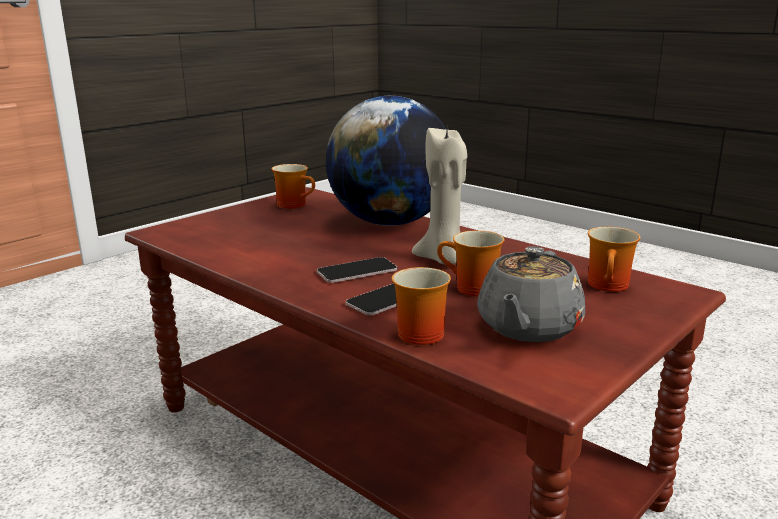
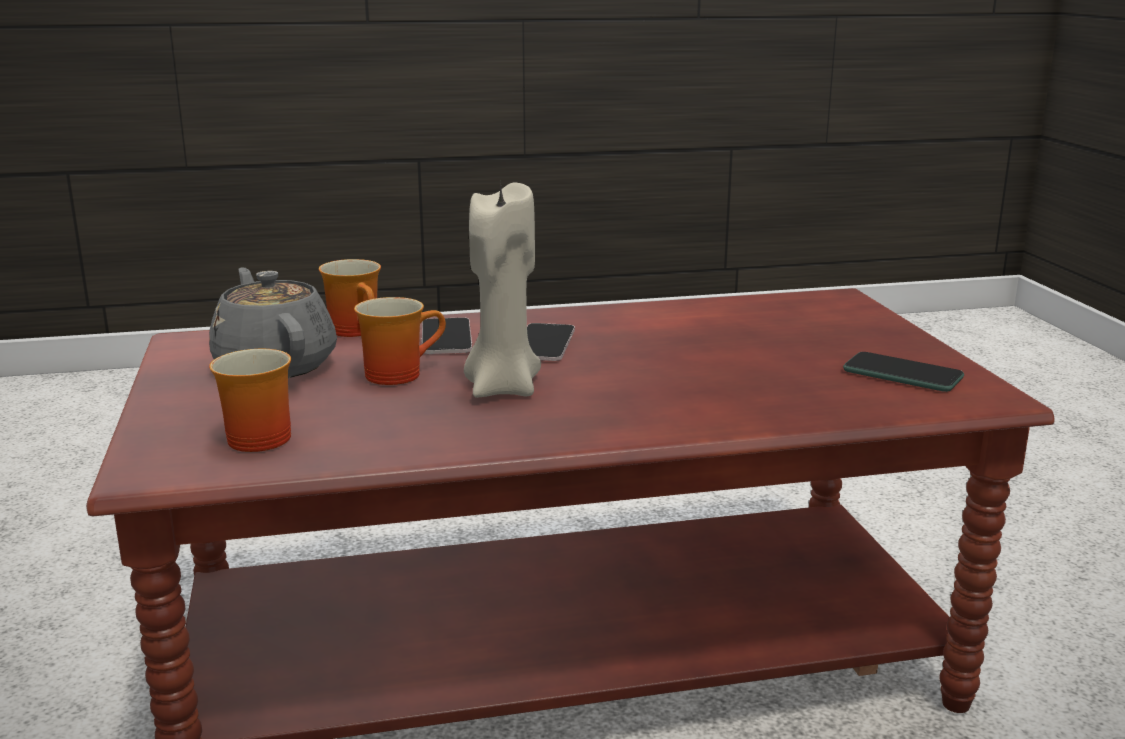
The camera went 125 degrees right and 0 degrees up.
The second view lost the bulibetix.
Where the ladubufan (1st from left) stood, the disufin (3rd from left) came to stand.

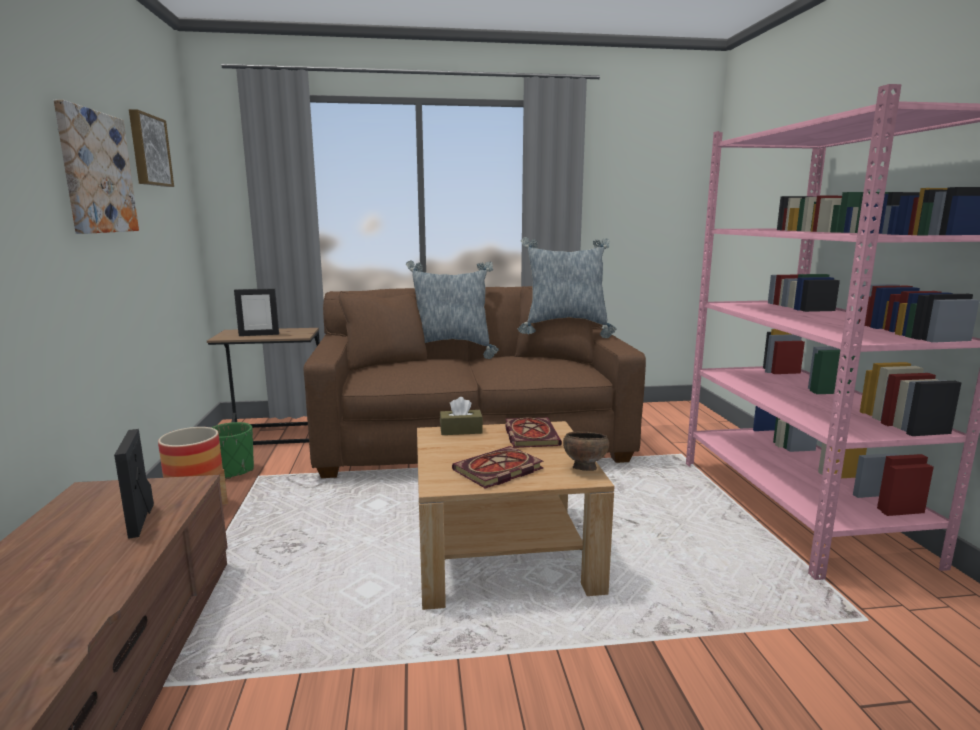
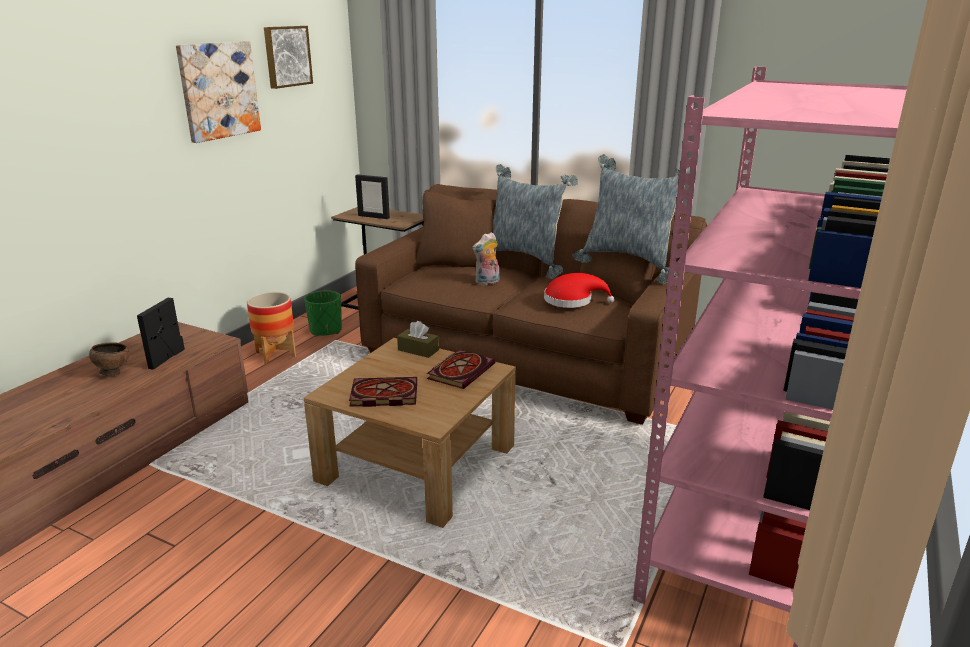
The camera went 35 degrees right and 10 degrees up.
The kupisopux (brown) ended up elsewhere.
The second view gained the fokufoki.
The second view gained the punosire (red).

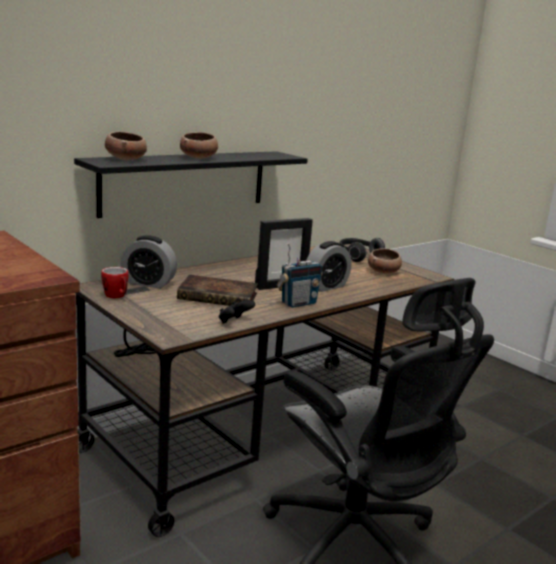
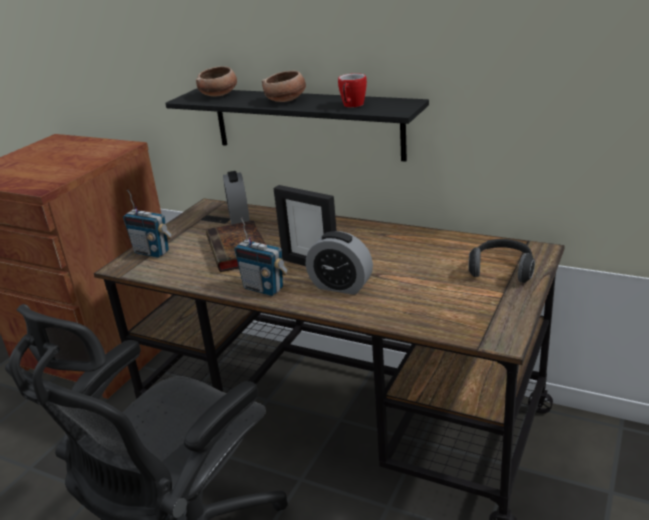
The camera went 70 degrees right and 10 degrees up.
The second view lost the kupisopux (3rd from left).
The ladubufan ended up elsewhere.
The second view lost the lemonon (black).
The second view gained the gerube (1st from left).

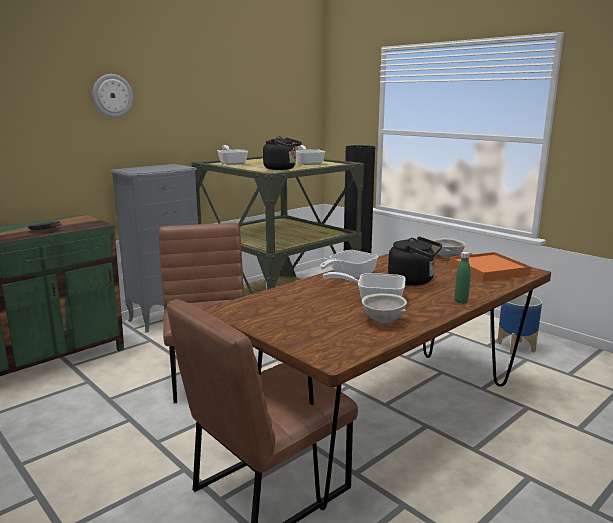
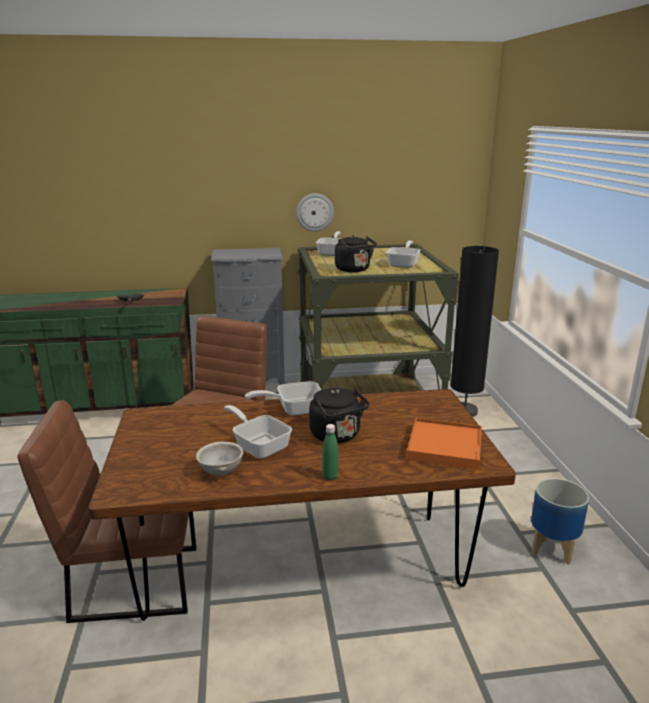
The camera went 35 degrees right and 5 degrees up.
The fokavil ended up elsewhere.
The second view lost the kupisopux (grey) (2nd from left).

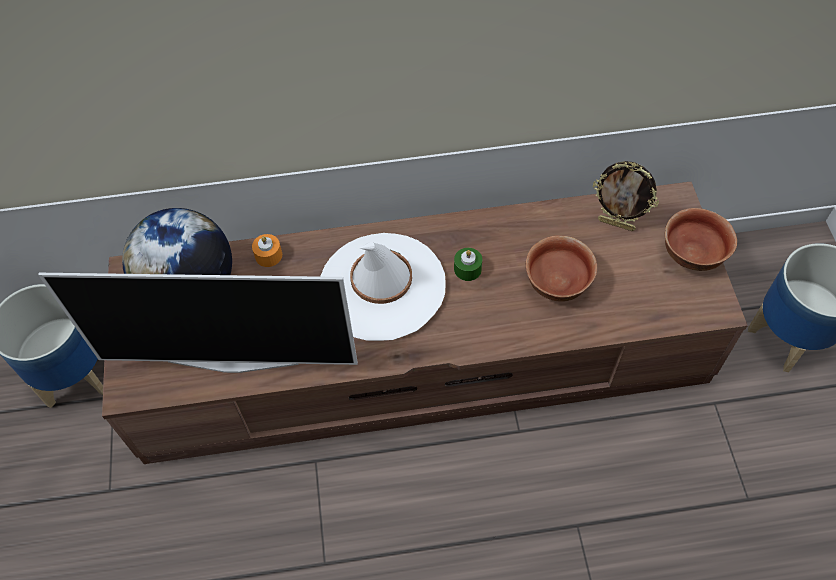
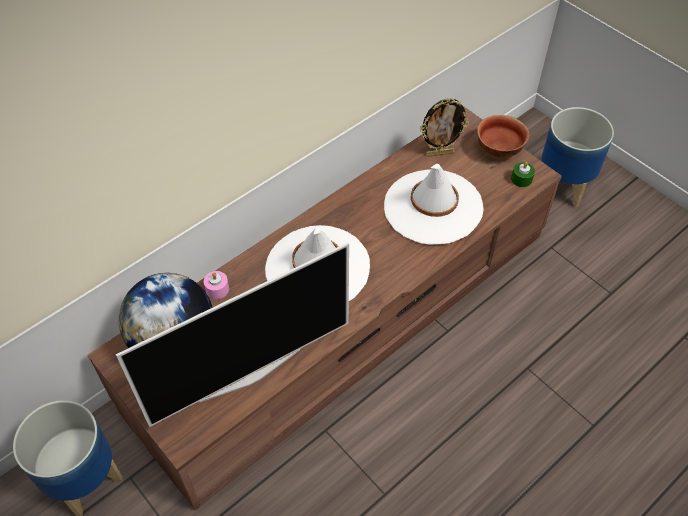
The camera went 35 degrees left and 5 degrees down.
What was the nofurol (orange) turned into the nofurol (pink).
Where the kupisopux (1st from left) stood, the punosire (white) (2nd from left) came to stand.
The nofurol (green) ended up elsewhere.

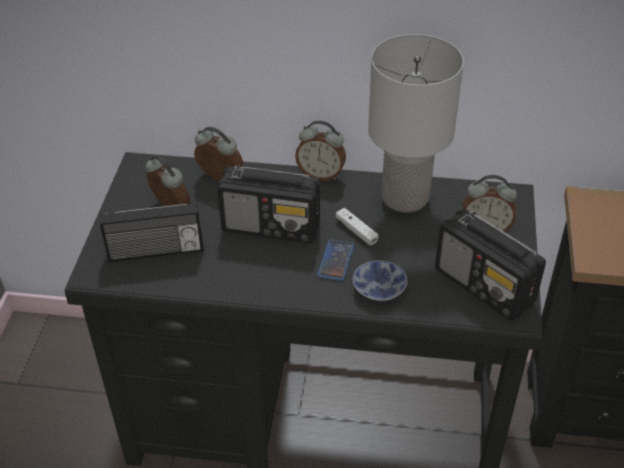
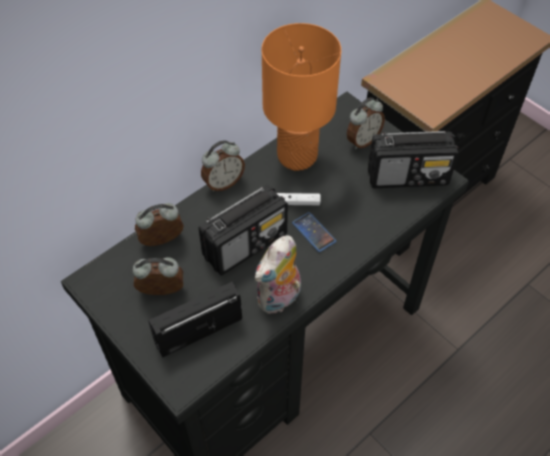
The camera went 50 degrees left and 10 degrees up.
What was the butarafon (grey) turned into the butarafon (orange).
The gerube (1st from left) ended up facing another way, 150 degrees counterclockwise from before.
The second view lost the kupisopux.
The second view gained the fokufoki.

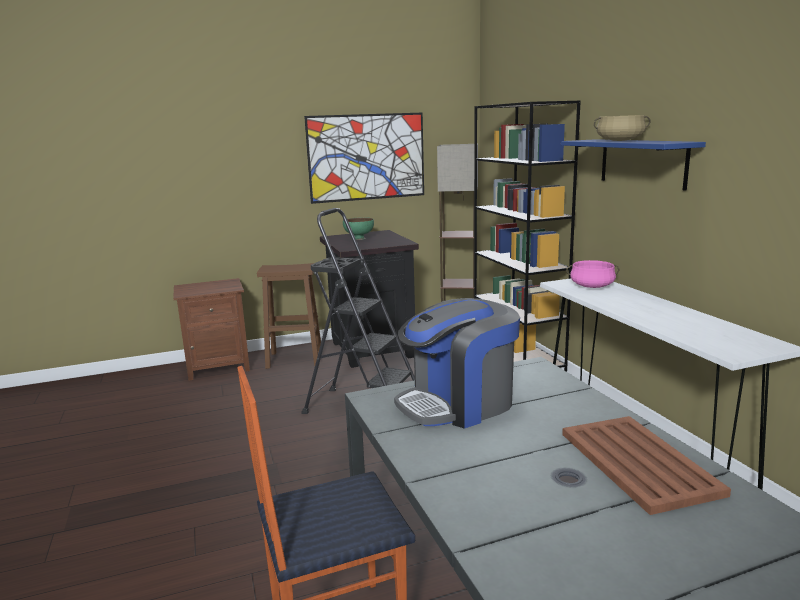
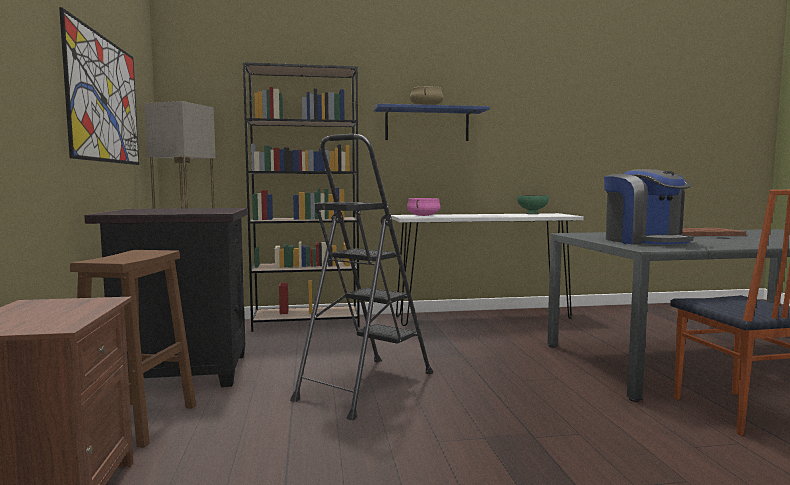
The camera went 80 degrees left and 10 degrees down.
The kupisopux (green) ended up elsewhere.

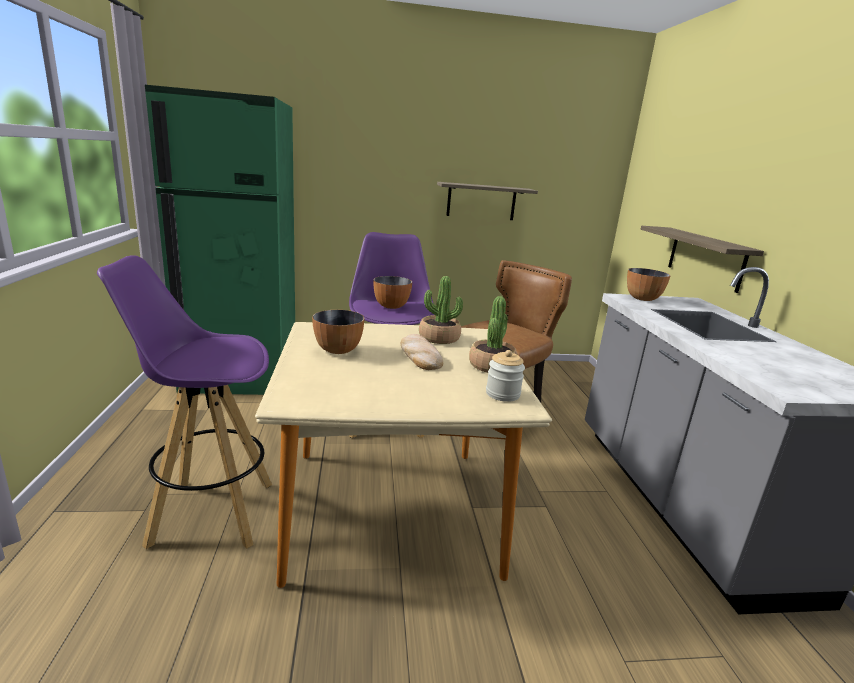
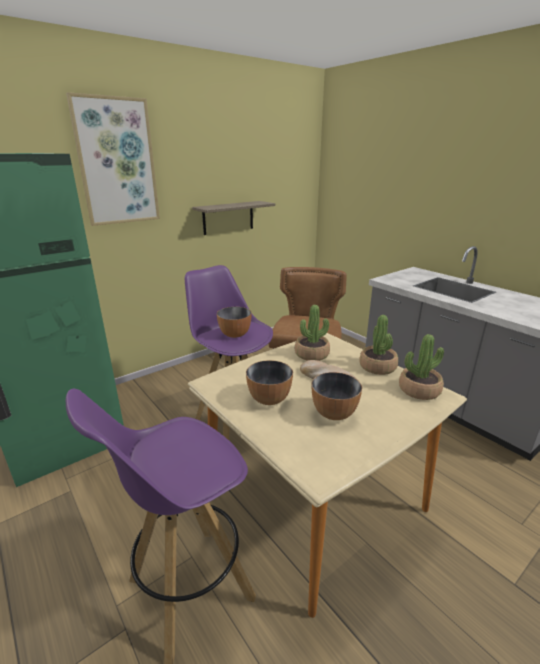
The camera went 30 degrees left and 5 degrees up.
The second view lost the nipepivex (2nd from left).
The kupisopux (3rd from left) ended up elsewhere.
Where the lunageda stood, the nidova (3rd from left) came to stand.
The second view gained the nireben.

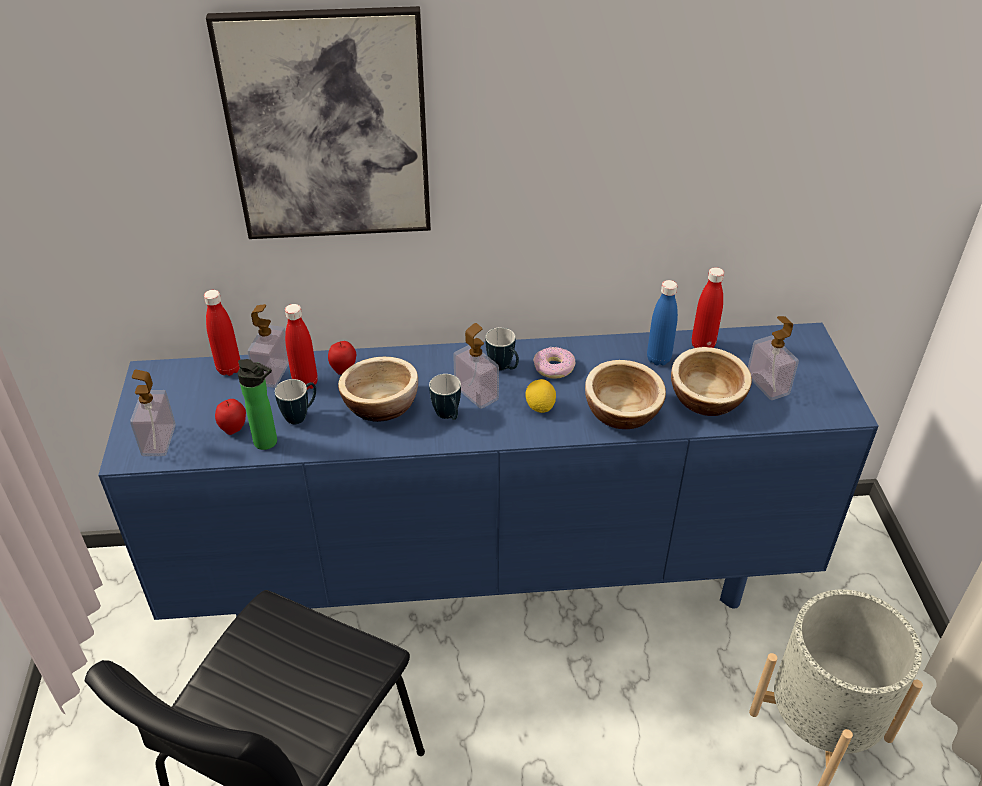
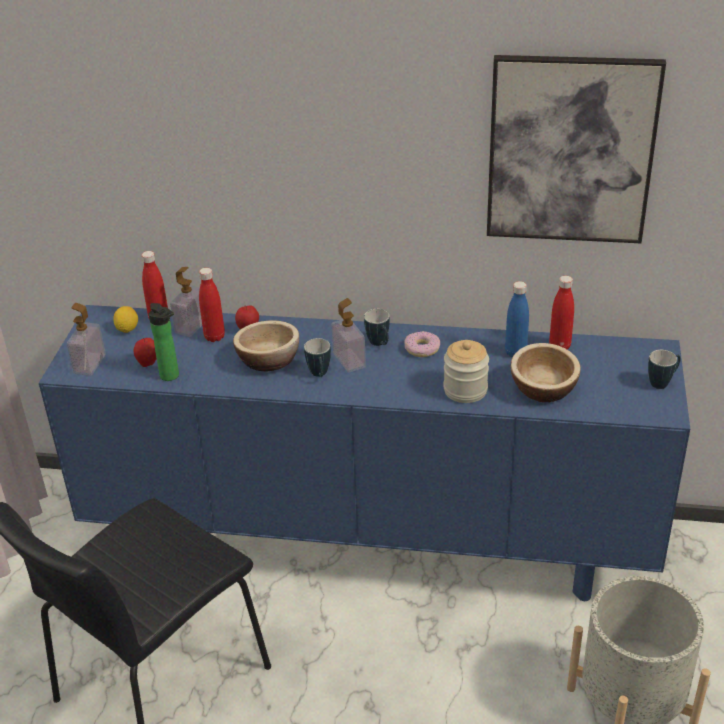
The camera went 15 degrees right and 5 degrees down.
The nireben ended up elsewhere.
The second view lost the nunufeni (4th from left).
Where the kupisopux (2nd from left) stood, the lunageda came to stand.
The ladubufan (1st from left in the first image) ended up elsewhere.
The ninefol ended up elsewhere.

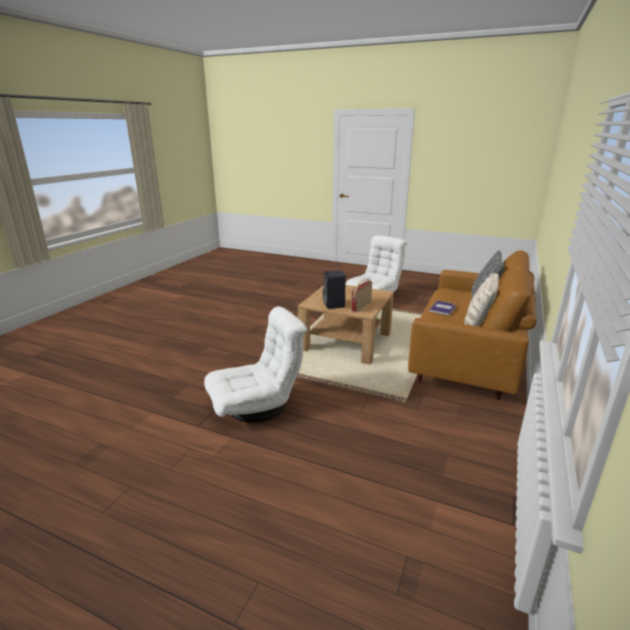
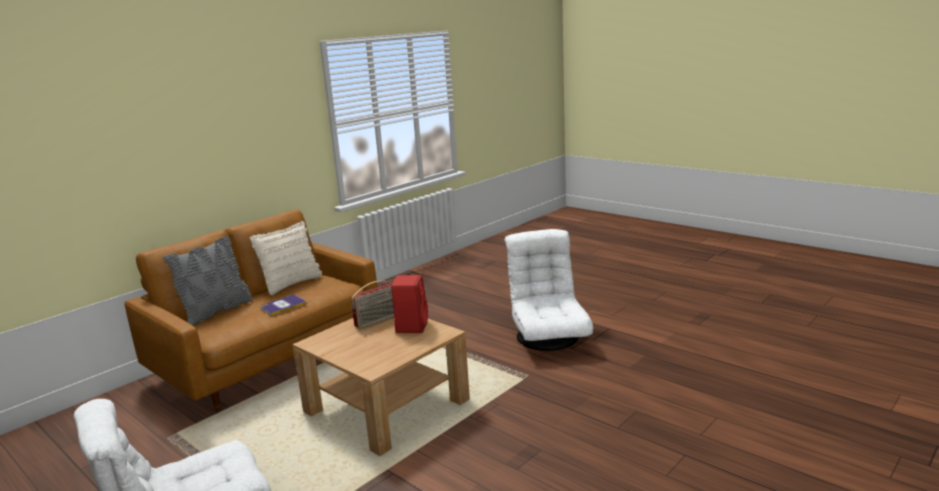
The camera went 160 degrees left and 5 degrees down.
What was the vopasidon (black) turned into the vopasidon (red).
The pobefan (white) (1st from left in the first image) ended up facing another way, 90 degrees clockwise from before.

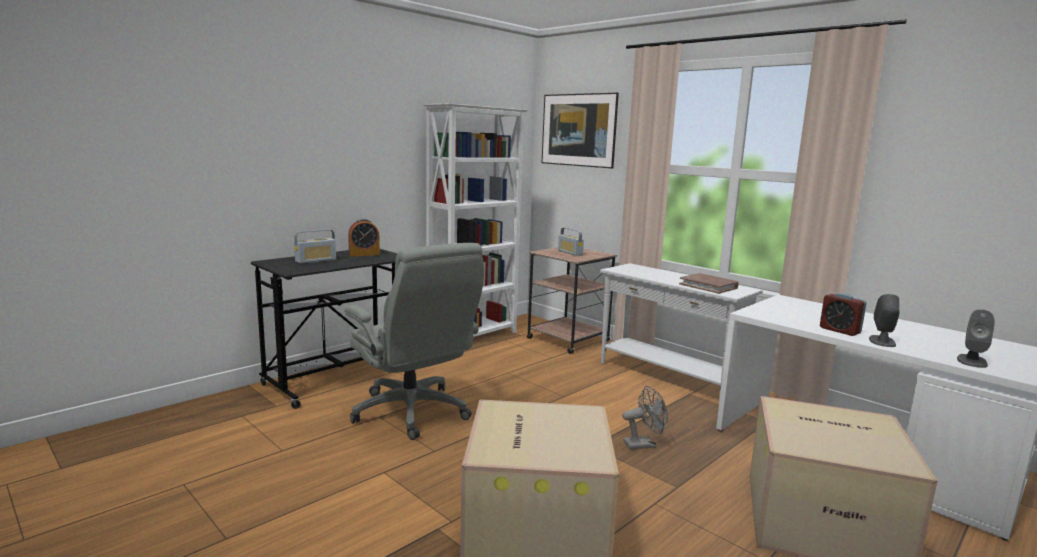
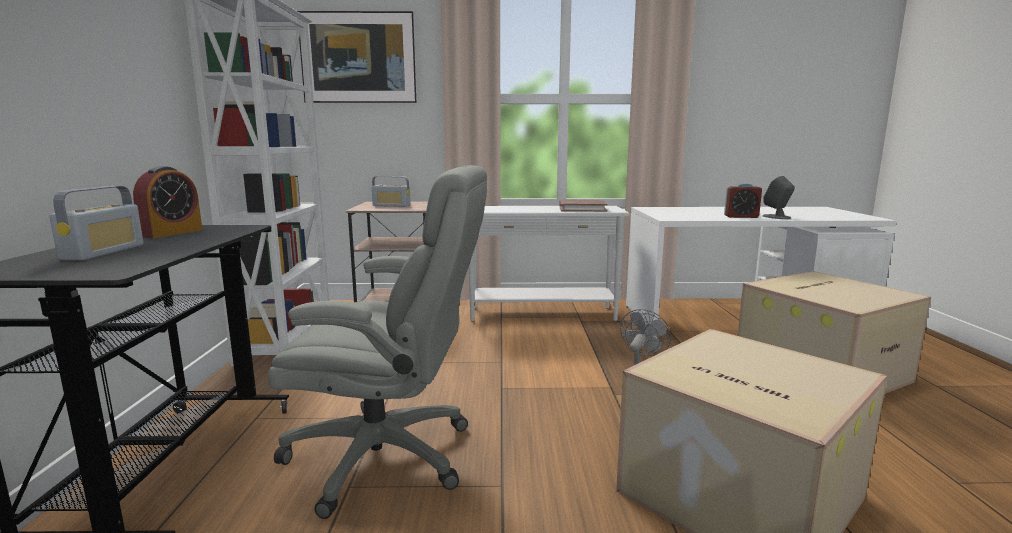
The camera went 45 degrees left and 0 degrees up.
The second view lost the vopasidon (grey) (2nd from left).

